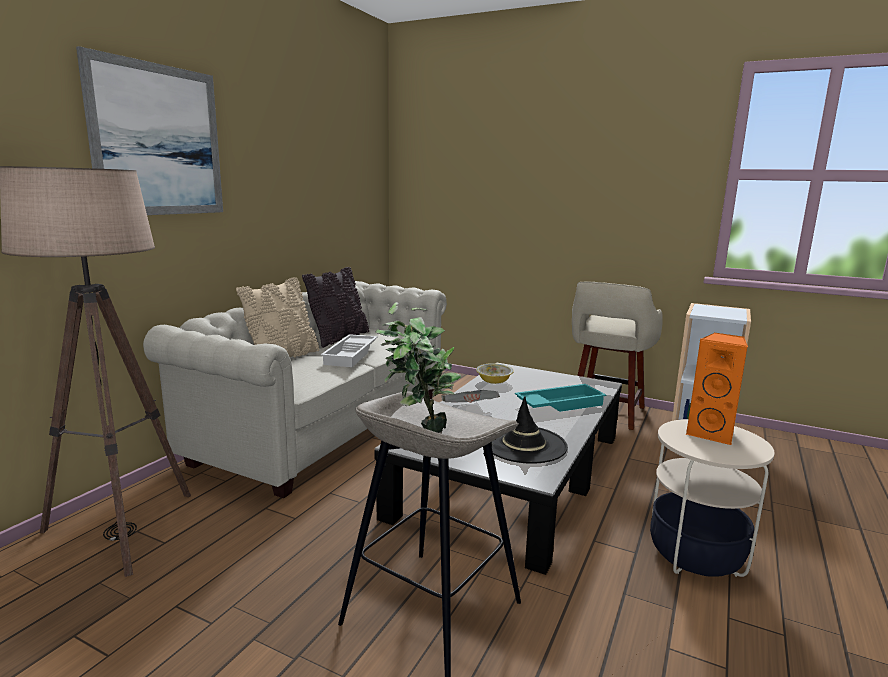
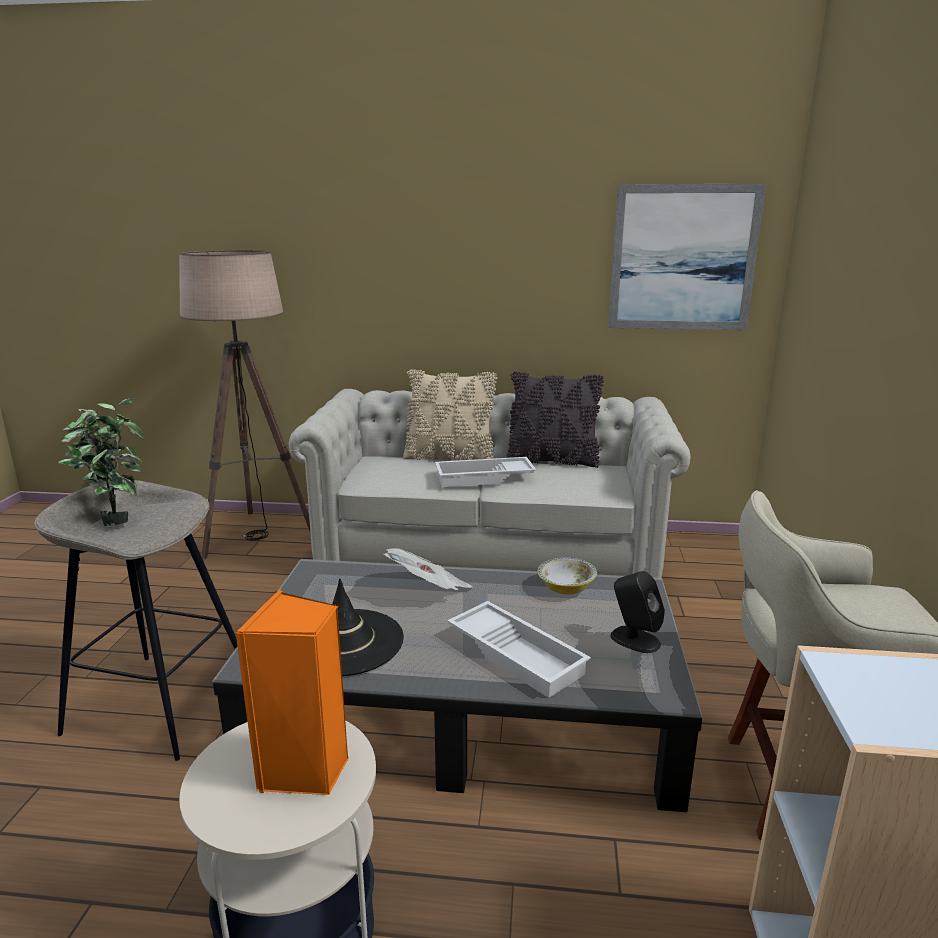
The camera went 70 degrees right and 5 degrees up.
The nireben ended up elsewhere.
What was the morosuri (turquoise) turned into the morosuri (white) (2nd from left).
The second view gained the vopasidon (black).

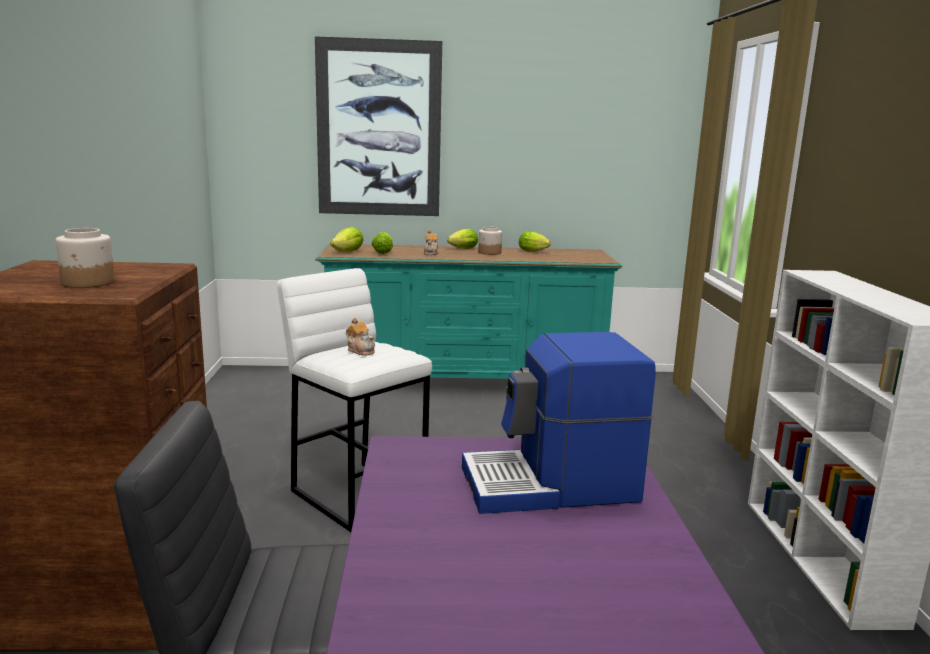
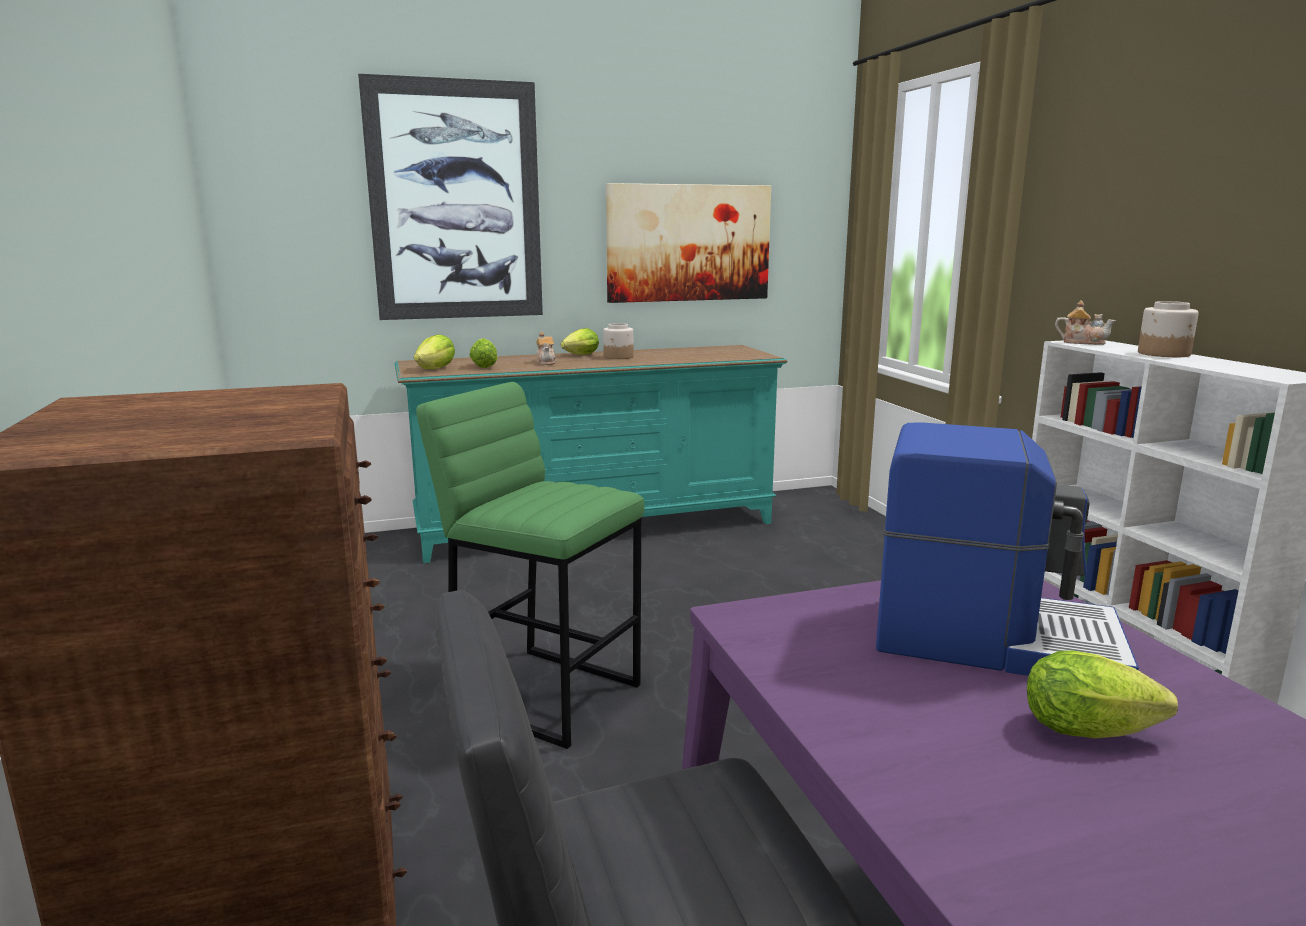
The camera went 15 degrees left and 0 degrees up.
The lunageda (1st from left in the first image) ended up elsewhere.
The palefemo (4th from left) ended up elsewhere.
What was the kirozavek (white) turned into the kirozavek (green).
The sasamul (1st from left in the first image) ended up elsewhere.
The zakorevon ended up facing another way, 135 degrees counterclockwise from before.
The second view gained the nireben (2nd from left).

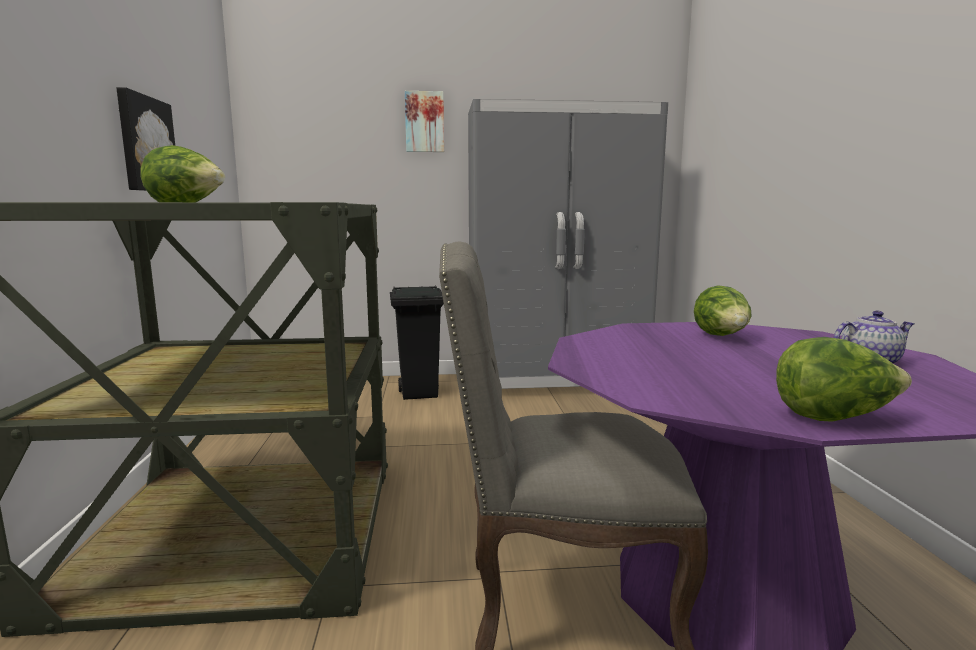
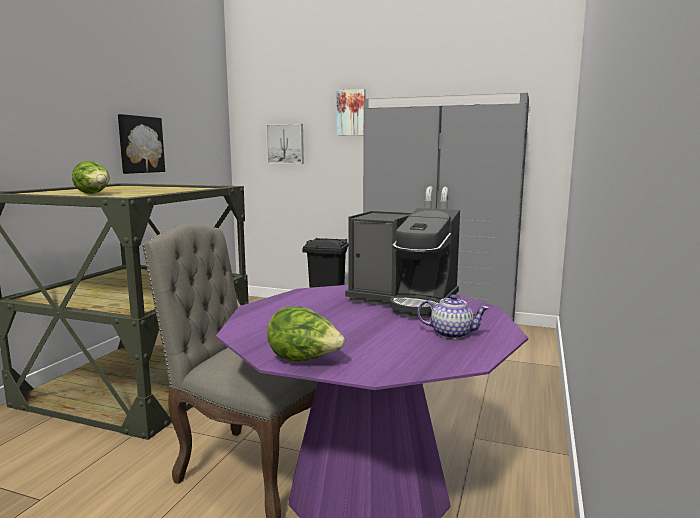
The camera went 25 degrees right and 0 degrees up.
Where the palefemo (2nd from left) stood, the zakorevon came to stand.
The second view gained the nireben (2nd from left).

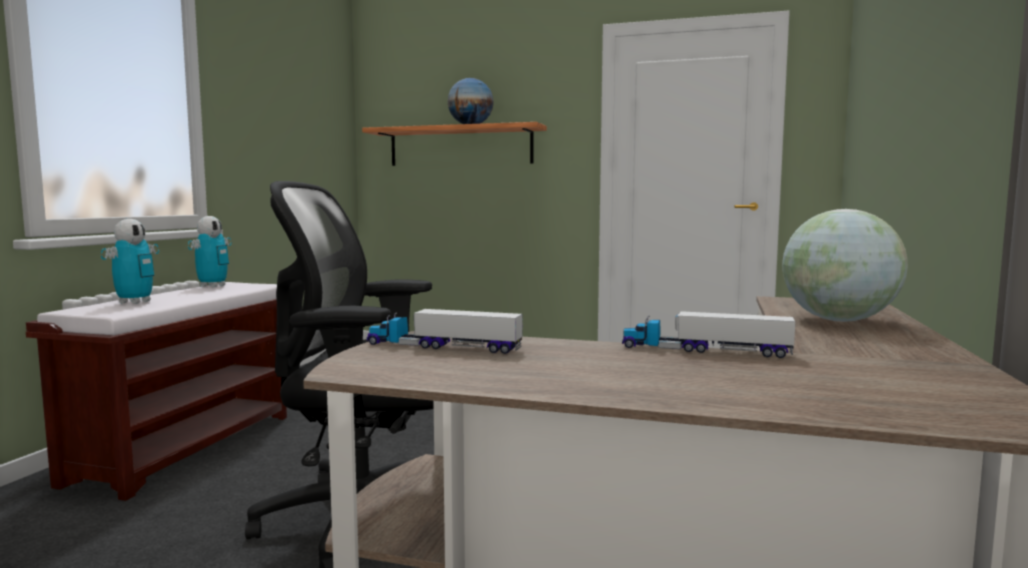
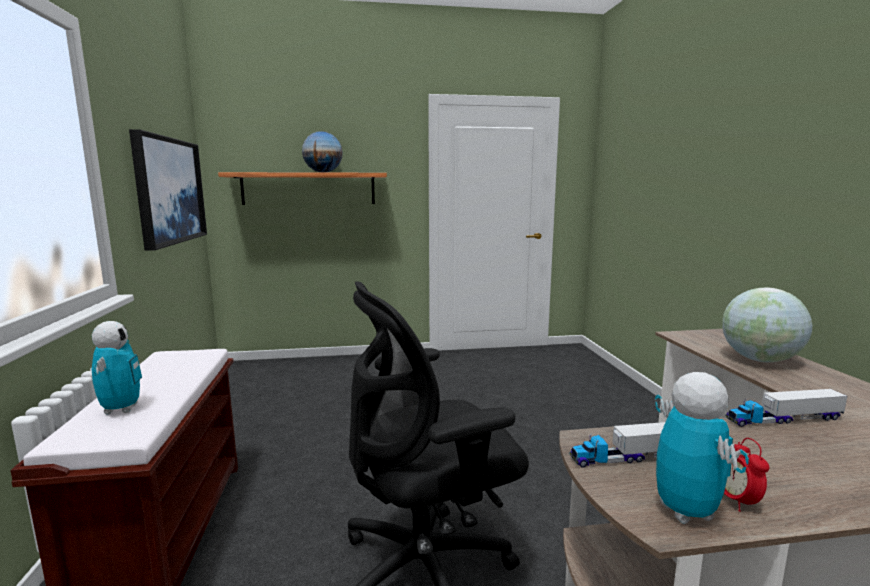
The camera went 25 degrees left and 5 degrees up.
The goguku (2nd from left) ended up elsewhere.
The second view gained the nireben.
The second view gained the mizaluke.

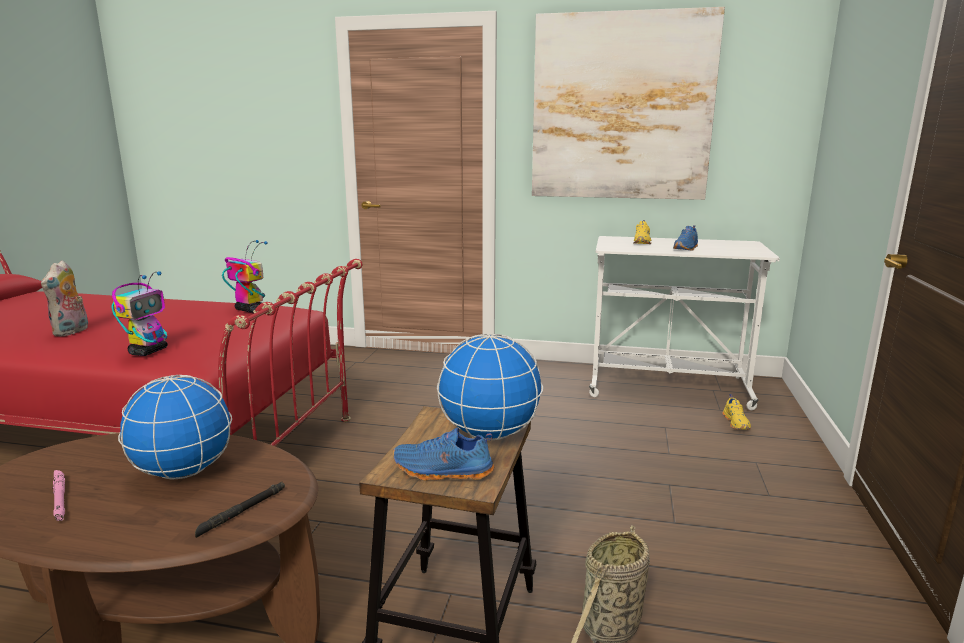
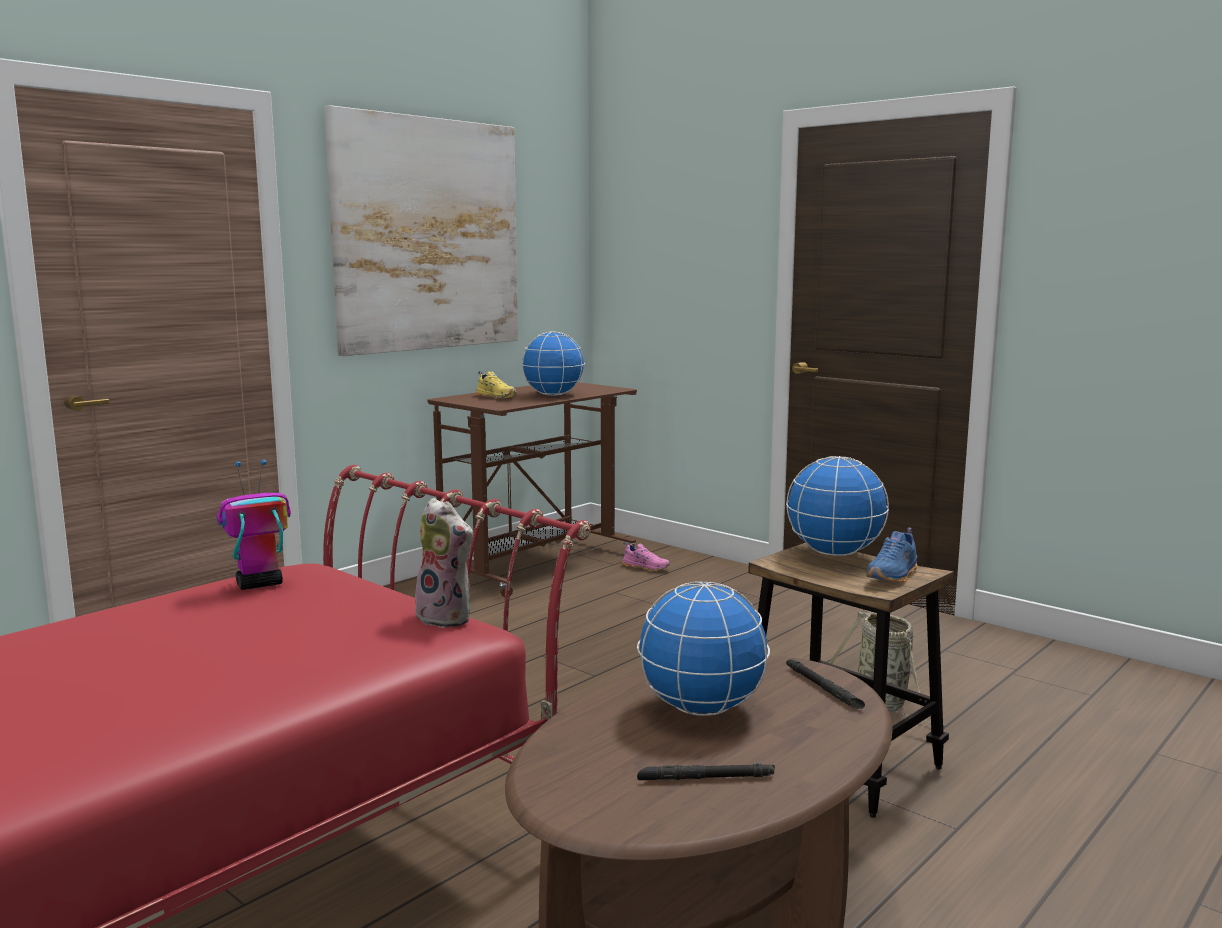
The camera went 60 degrees left and 5 degrees down.
Where the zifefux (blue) (2nd from left) stood, the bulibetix (1st from left) came to stand.
What was the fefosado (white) turned into the fefosado (brown).
The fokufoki ended up elsewhere.
The second view lost the goguku (1st from left).
What was the zifefux (yellow) (2nd from left) turned into the zifefux (pink).
What was the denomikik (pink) turned into the denomikik (black) (1st from left).

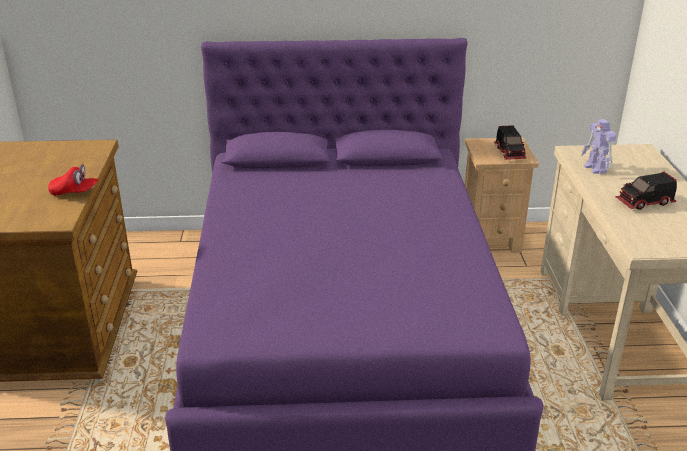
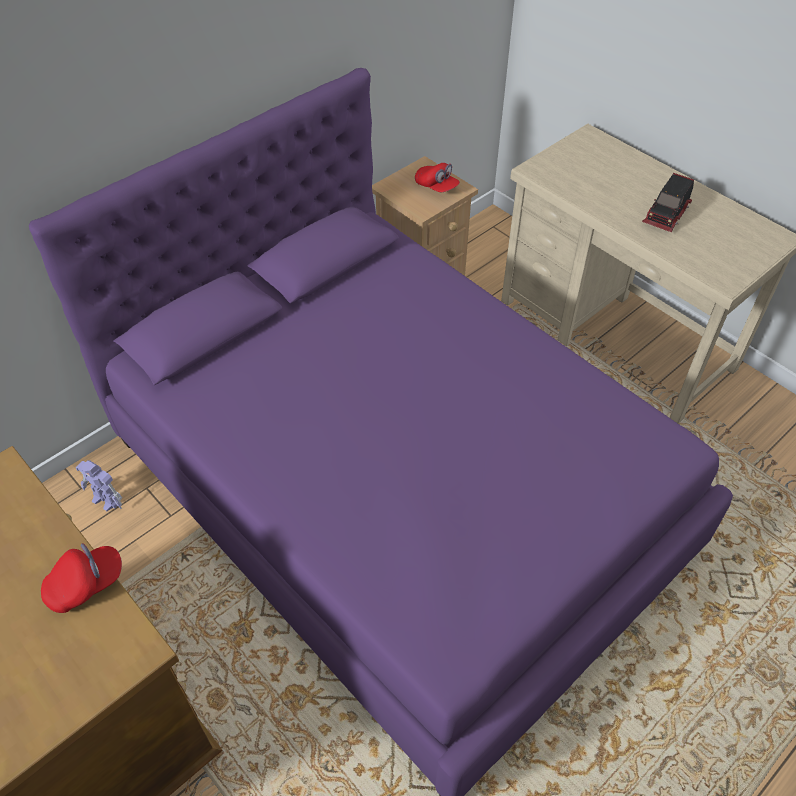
The camera went 40 degrees left and 20 degrees up.
The goguku ended up elsewhere.
Where the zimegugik (1st from left) stood, the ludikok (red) (2nd from left) came to stand.

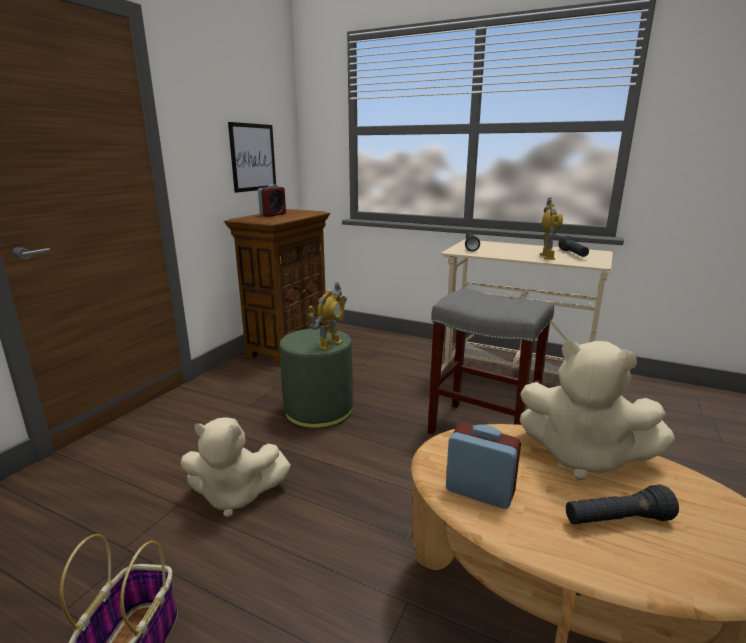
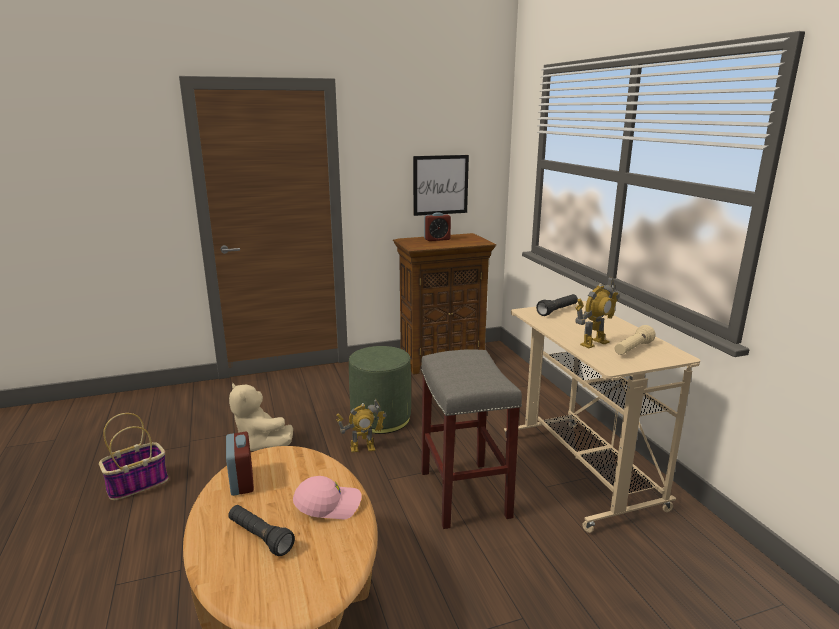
The camera went 45 degrees right and 0 degrees up.
What was the denomikik (black) (2nd from left) turned into the denomikik (beige).
The goguku (1st from left) ended up elsewhere.
Where the fokufoki (beige) (2nd from left) stood, the ludikok (pink) came to stand.

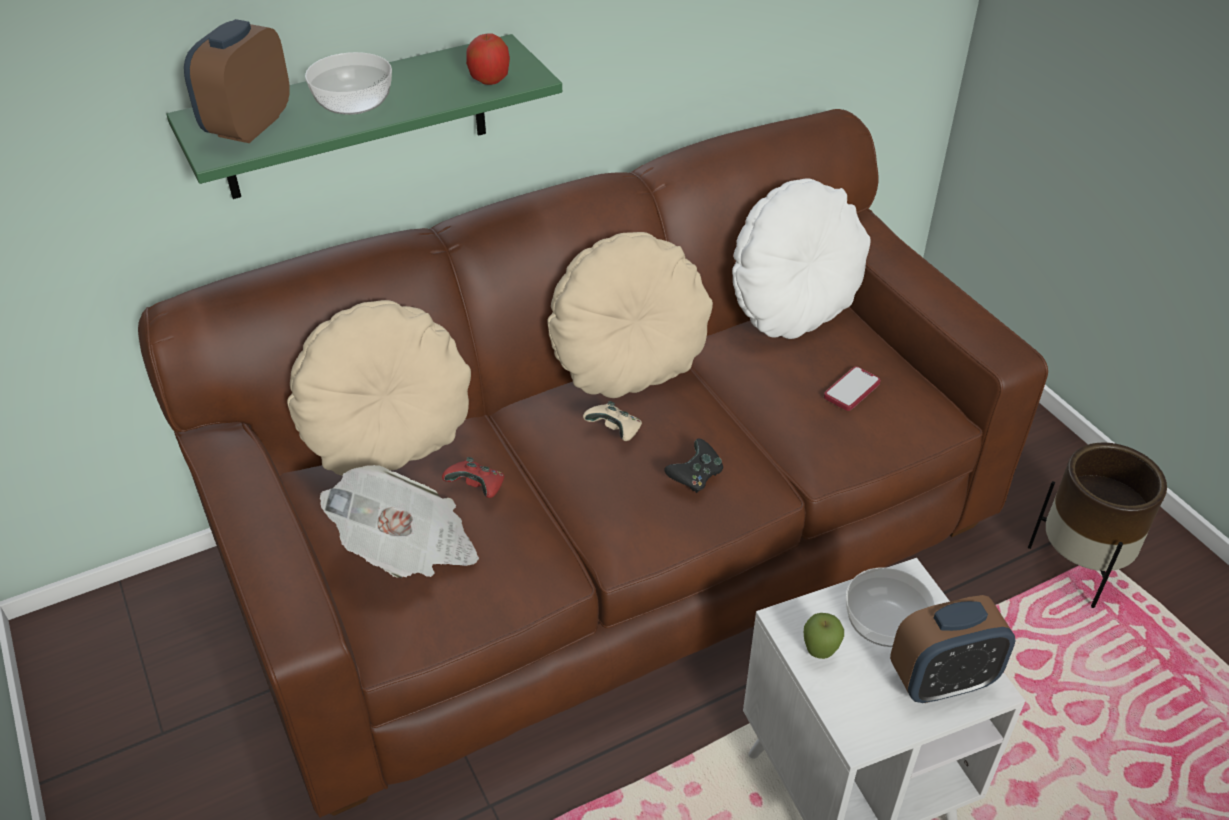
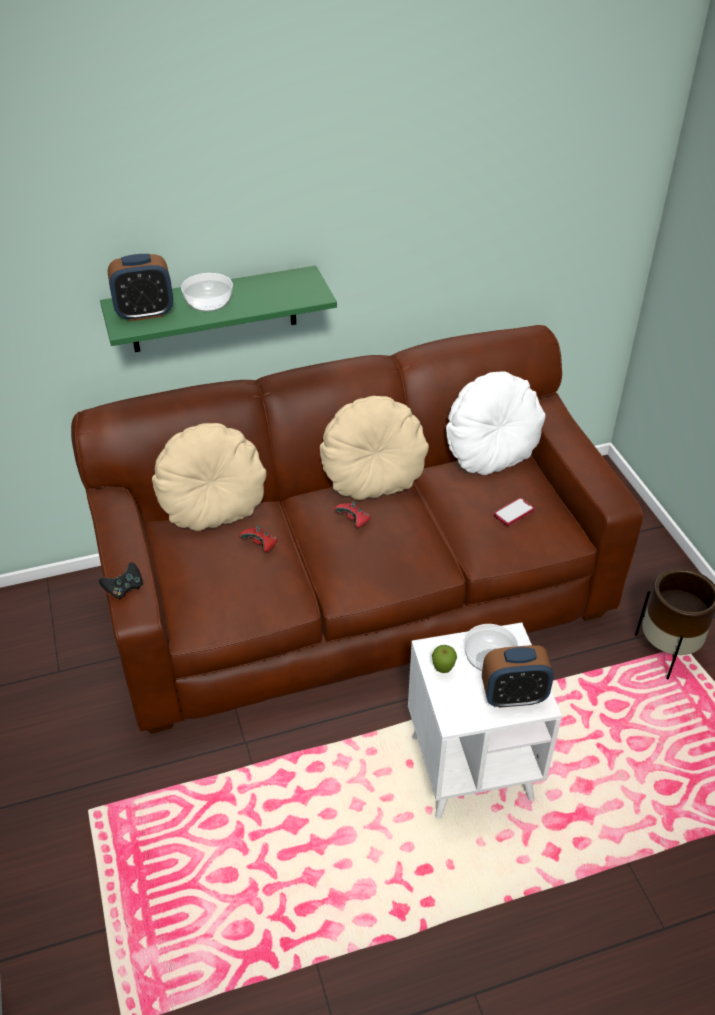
The camera went 10 degrees right and 0 degrees up.
The mizaluke (1st from left) ended up facing another way, 135 degrees counterclockwise from before.
The second view lost the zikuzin (1st from left).
What was the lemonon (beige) turned into the lemonon (red) (2nd from left).
The lemonon (black) ended up elsewhere.
The second view lost the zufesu.

